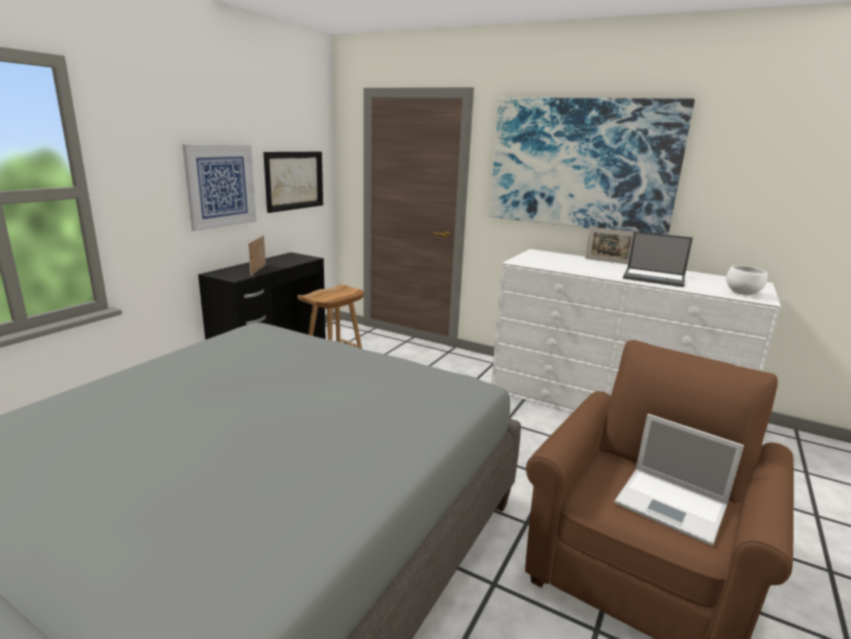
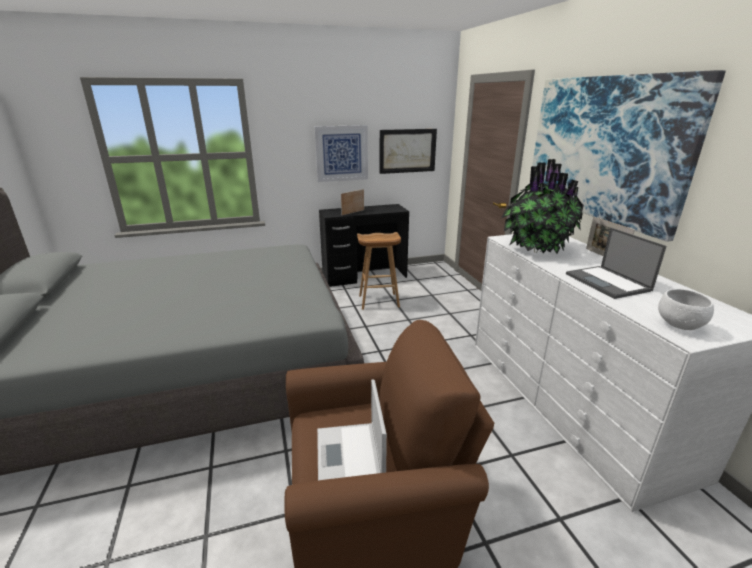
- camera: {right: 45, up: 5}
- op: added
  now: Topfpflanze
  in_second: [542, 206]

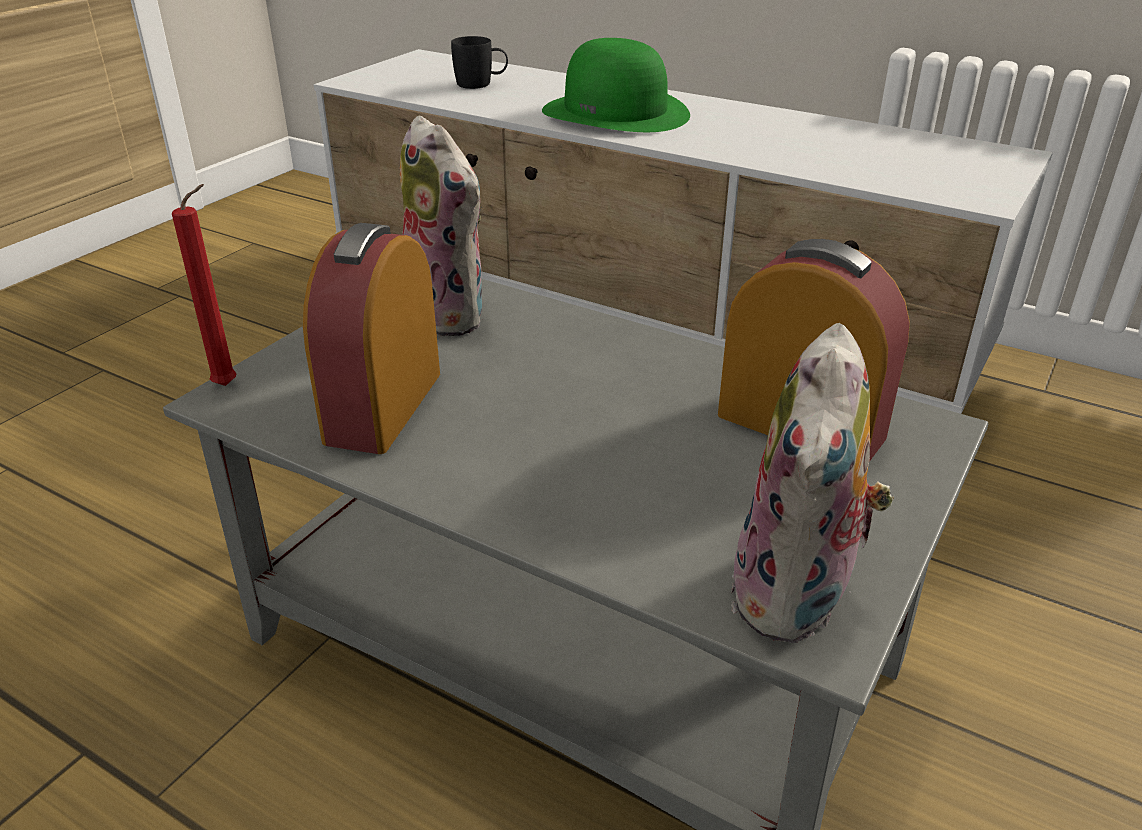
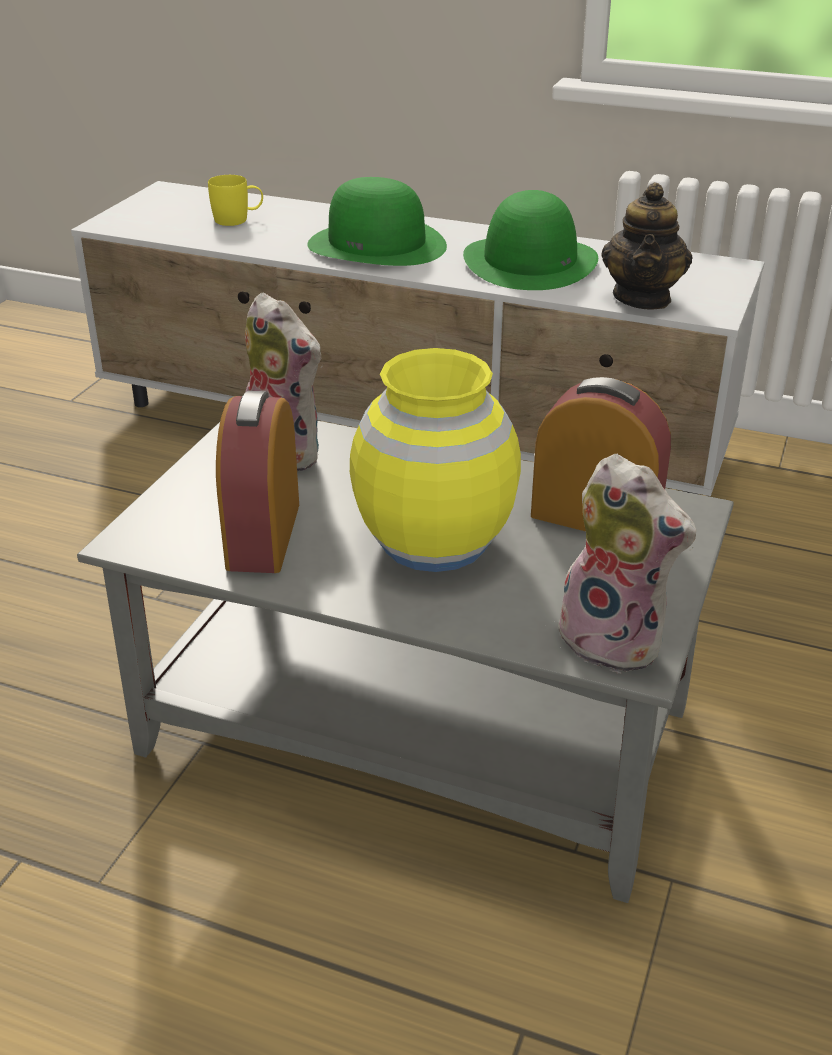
- camera: {right: -10, up: 0}
- op: recoloured
  was: Henkelbecher [schwarz]
  now: Henkelbecher [gelb]
  in_first: [479, 62]
  in_second: [235, 200]
- op: added
  now: Vase [gelb]
  in_second: [435, 460]
- op: added
  now: Hut [grün]
  in_second: [530, 240]
- op: turned
  was: Plüschtier
  in_first: [812, 483]
  in_second: [625, 563]
  clockwise: -60
- op: added
  now: Teekanne
  in_second: [647, 246]
- op: removed
  was: Kerze [rot]
  in_first: [204, 285]

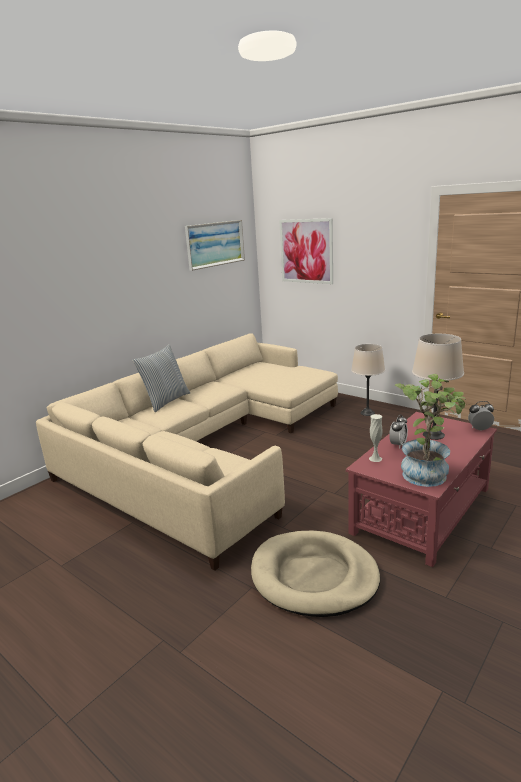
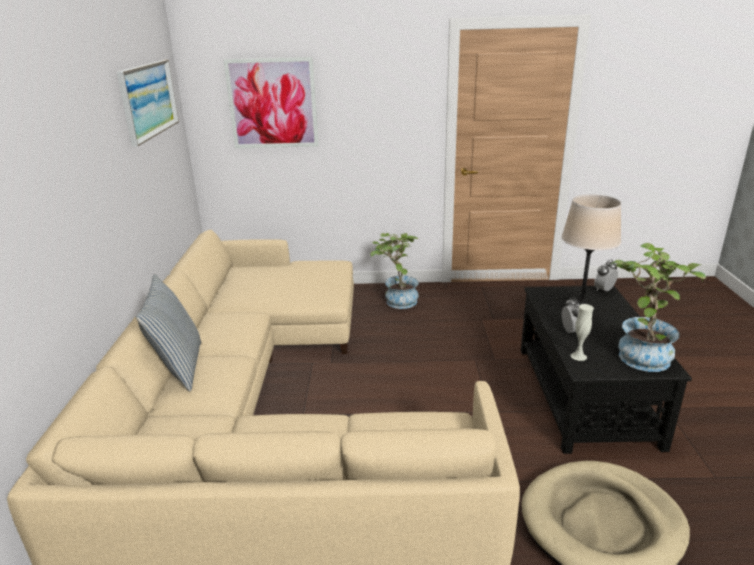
- camera: {right: -40, up: 5}
- op: replaced
  was: Tischlampe [beige]
  now: Topfpflanze
  in_first: [368, 380]
  in_second: [394, 271]
- op: recoloured
  was: Couchtisch [rot]
  now: Couchtisch [schwarz]
  in_first: [421, 489]
  in_second: [606, 370]

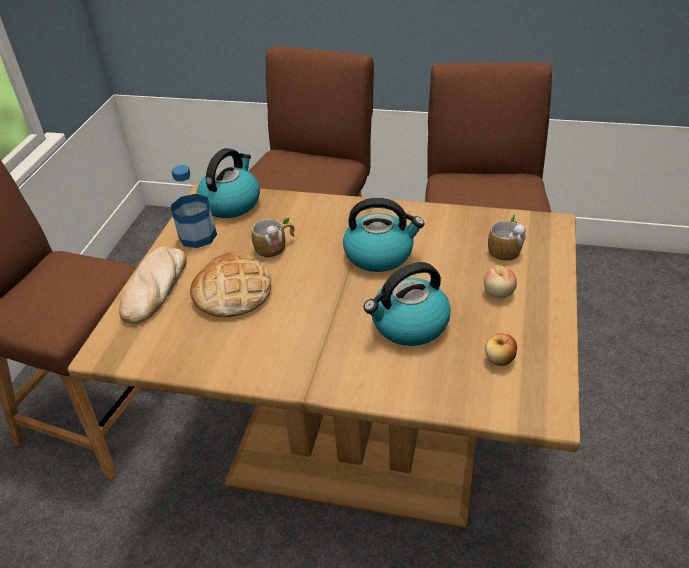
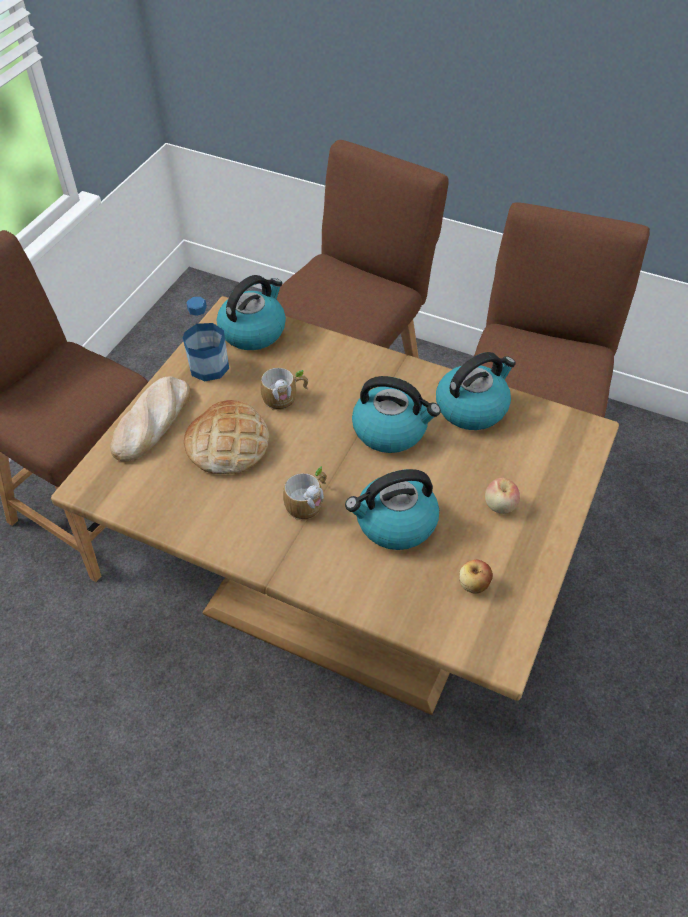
- camera: {right: 10, up: 10}
- op: moved
  was: Henkelbecher
  in_first: [507, 237]
  in_second: [305, 493]
- op: added
  now: Wasserkessel
  in_second: [476, 391]

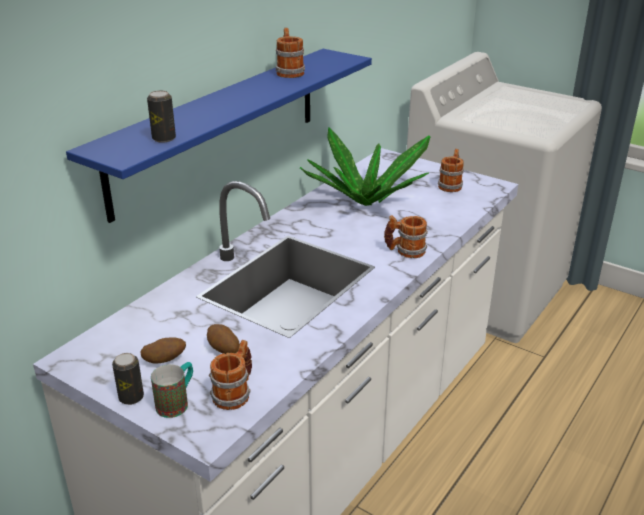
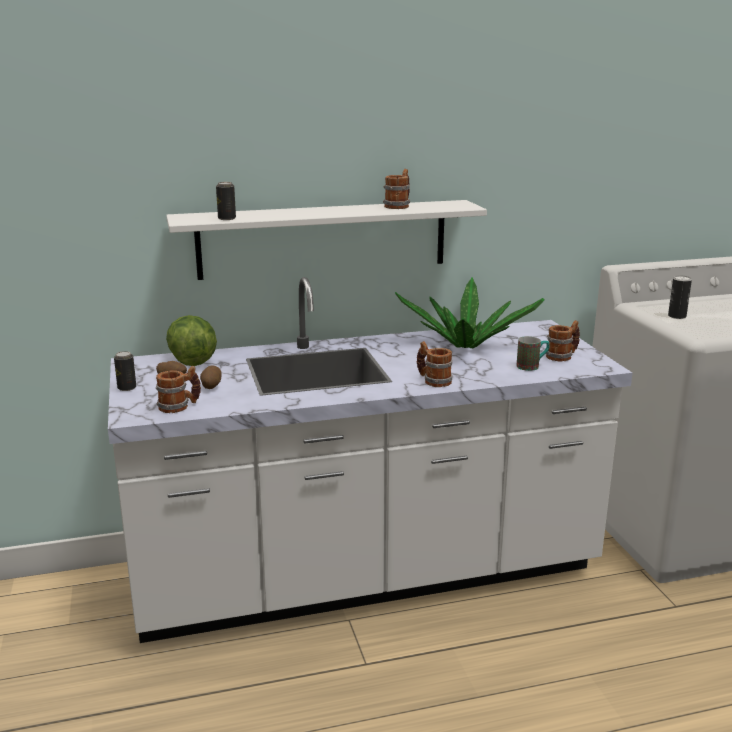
- camera: {right: 40, up: -10}
- op: recoloured
  was: Wandregal [blau]
  now: Wandregal [weiß]
  in_first: [219, 136]
  in_second: [326, 240]
- op: added
  now: Salatkopf
  in_second: [191, 340]
- op: moved
  was: Henkelbecher
  in_first: [172, 390]
  in_second: [532, 353]
- op: added
  now: Dose
  in_second: [680, 297]

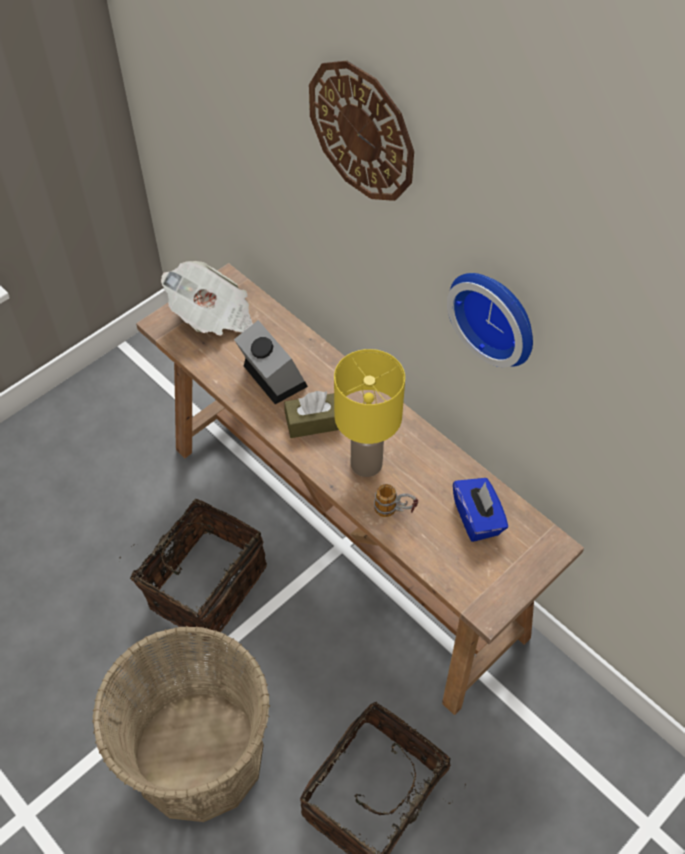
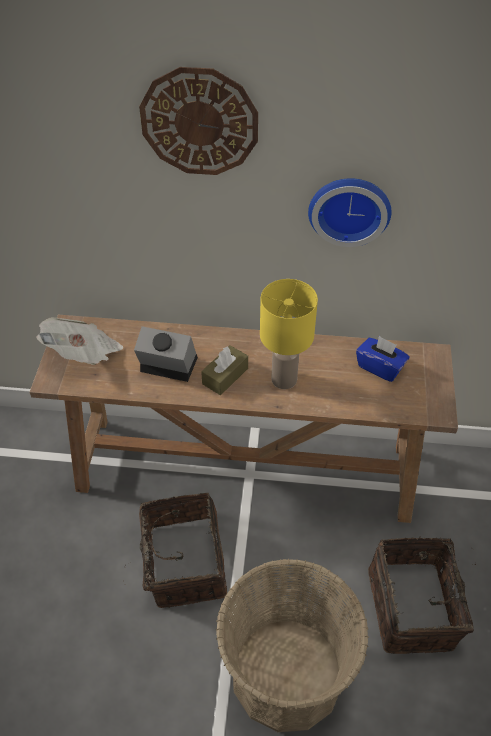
- camera: {right: -40, up: -5}
- op: removed
  was: Henkelbecher
  in_first: [396, 500]

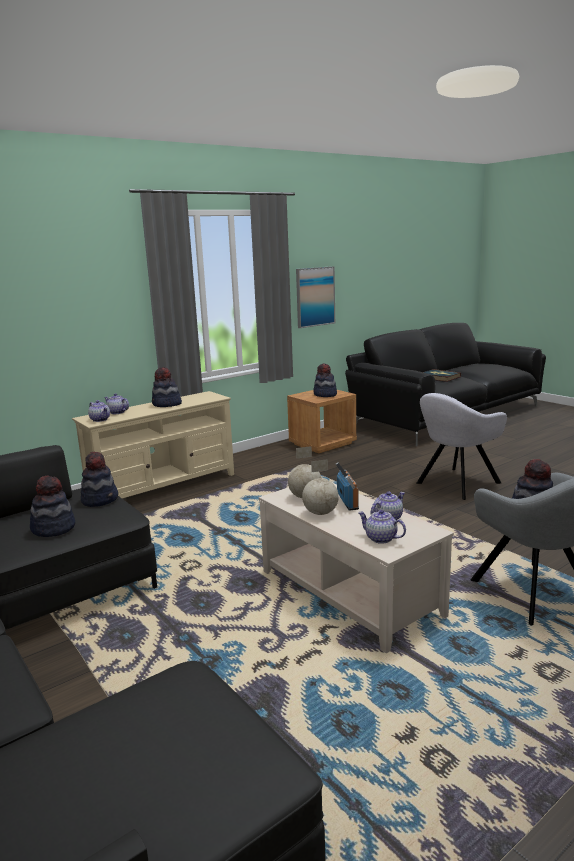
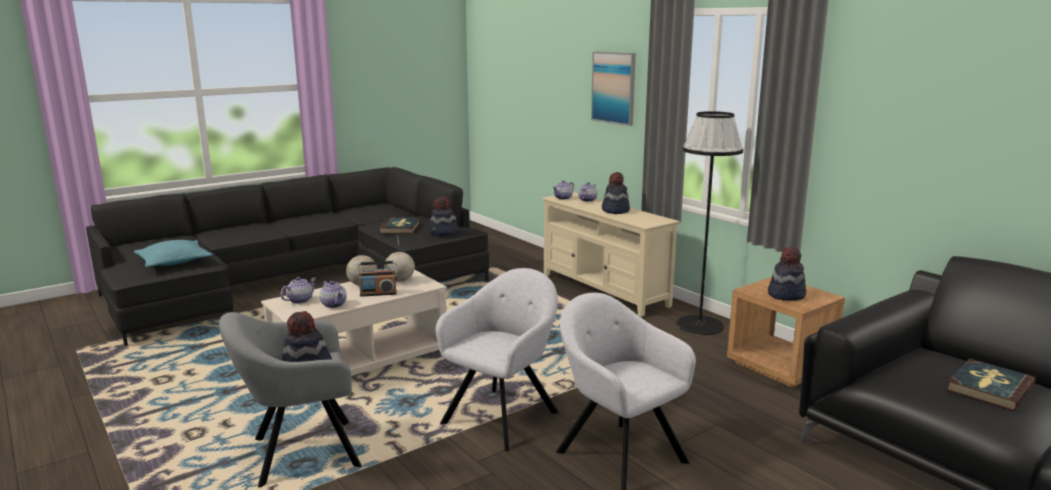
- camera: {right: 90, up: 0}
- op: added
  now: Kissen [türkis]
  in_second: [173, 253]
- op: replaced
  was: Hut
  now: Buch
  in_first: [52, 506]
  in_second: [399, 226]
- op: added
  now: Sessel [grau]
  in_second: [497, 359]
- op: moved
  was: Bild
  in_first: [315, 297]
  in_second: [613, 88]
- op: added
  now: Stehlampe [schwarz]
  in_second: [709, 223]

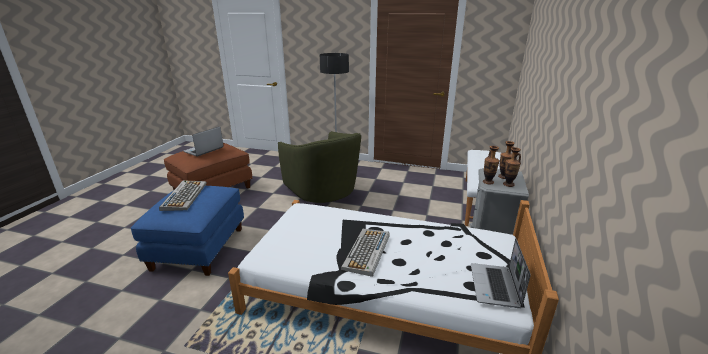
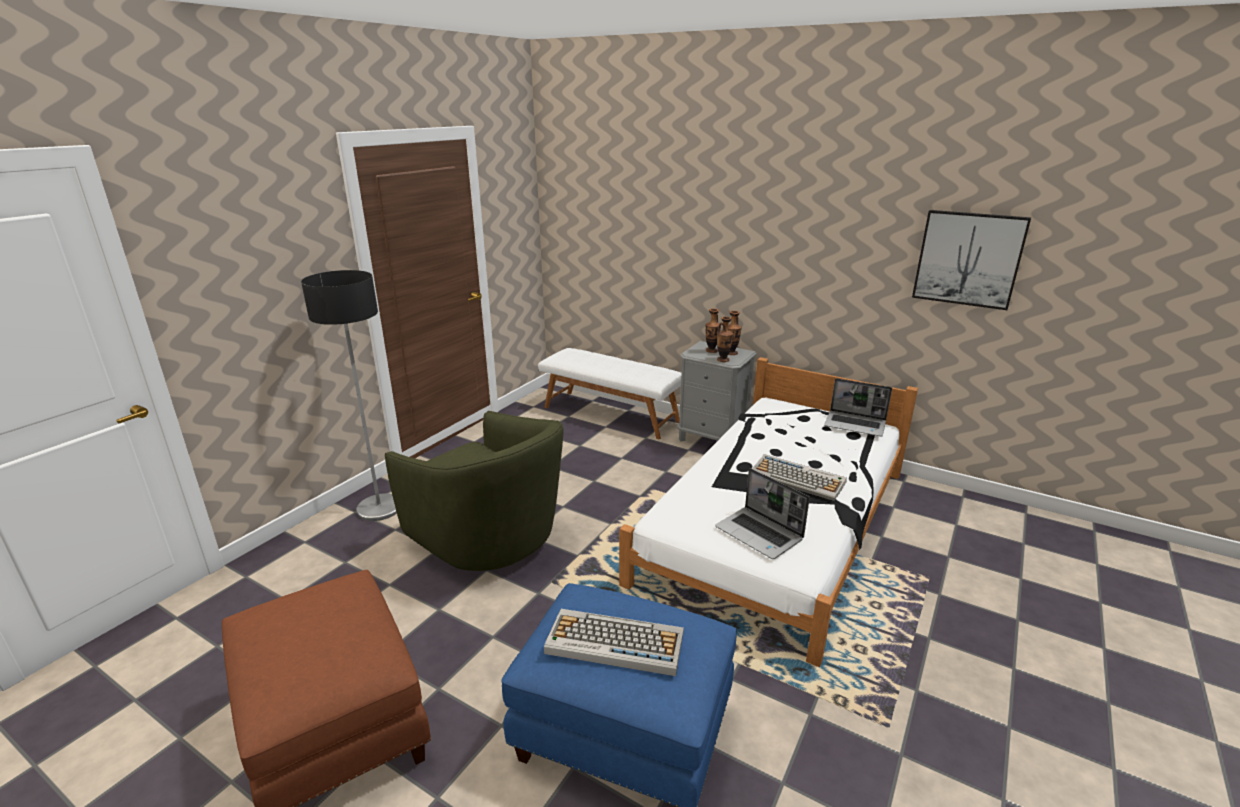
- camera: {right: -75, up: 0}
- op: turned
  was: Sessel [grün]
  in_first: [319, 167]
  in_second: [474, 491]
  clockwise: 60
- op: moved
  was: Laptop
  in_first: [203, 142]
  in_second: [762, 513]
- op: added
  now: Bild
  in_second: [971, 260]

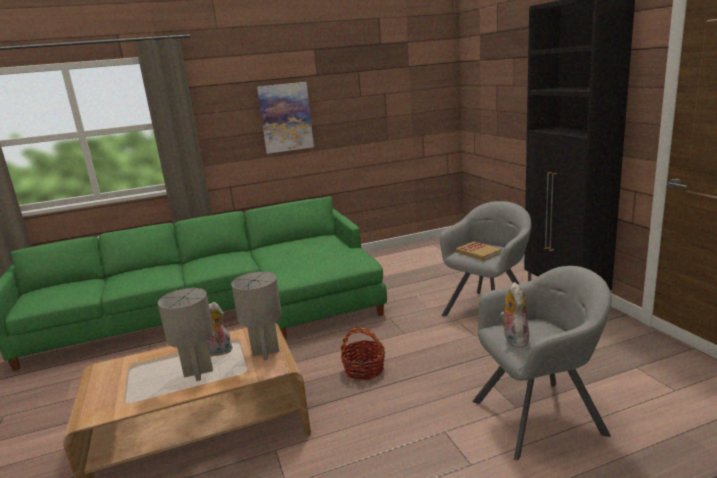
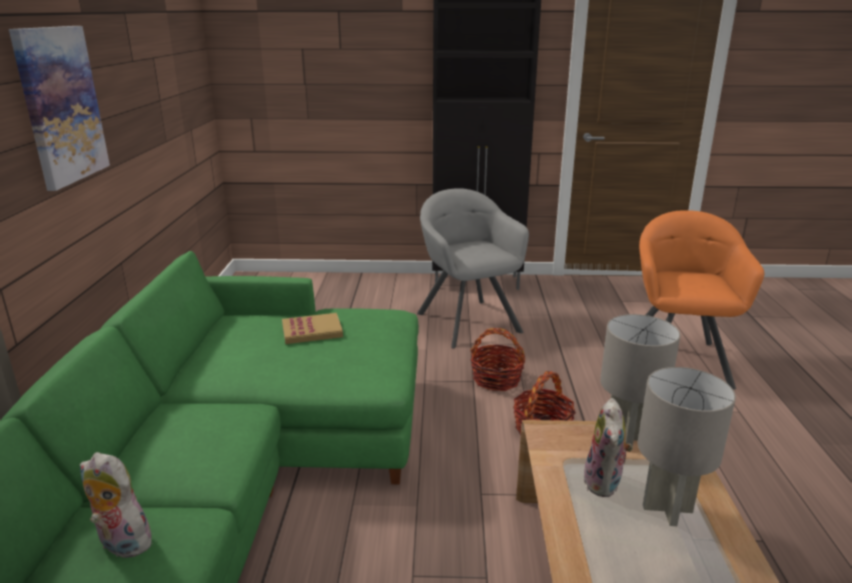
- camera: {right: -70, up: 5}
- op: moved
  was: Plüschtier
  in_first: [514, 315]
  in_second: [118, 505]
- op: moved
  was: Buch
  in_first: [479, 251]
  in_second: [312, 328]
- op: added
  now: Korb
  in_second: [497, 359]
- op: recoloured
  was: Sessel [grau]
  now: Sessel [orange]
  in_first: [542, 363]
  in_second: [701, 300]

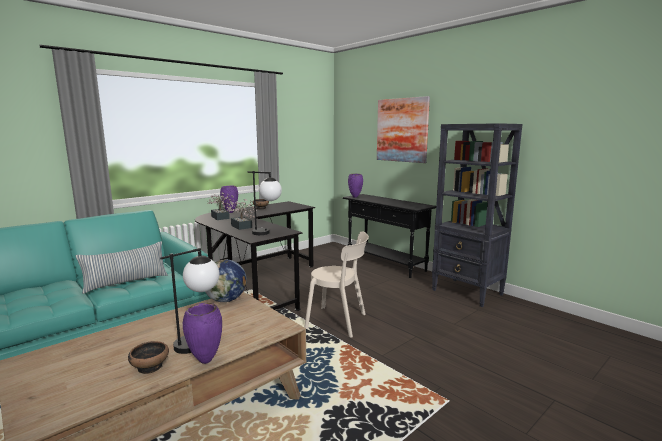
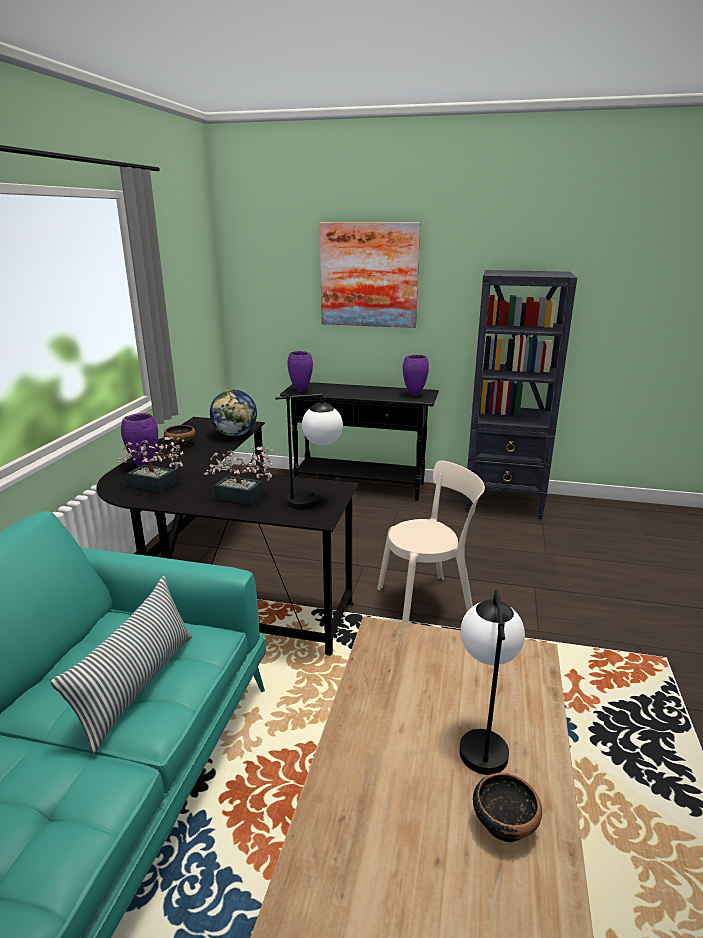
- camera: {right: -35, up: 10}
- op: moved
  was: Globus
  in_first: [226, 280]
  in_second: [233, 412]
- op: moved
  was: Vase [lila]
  in_first: [202, 333]
  in_second: [416, 375]

